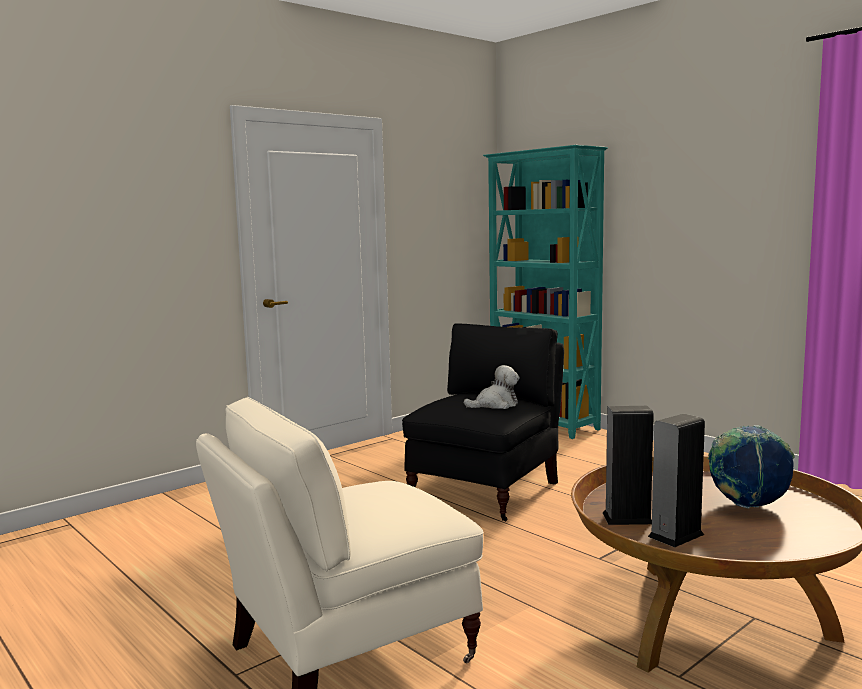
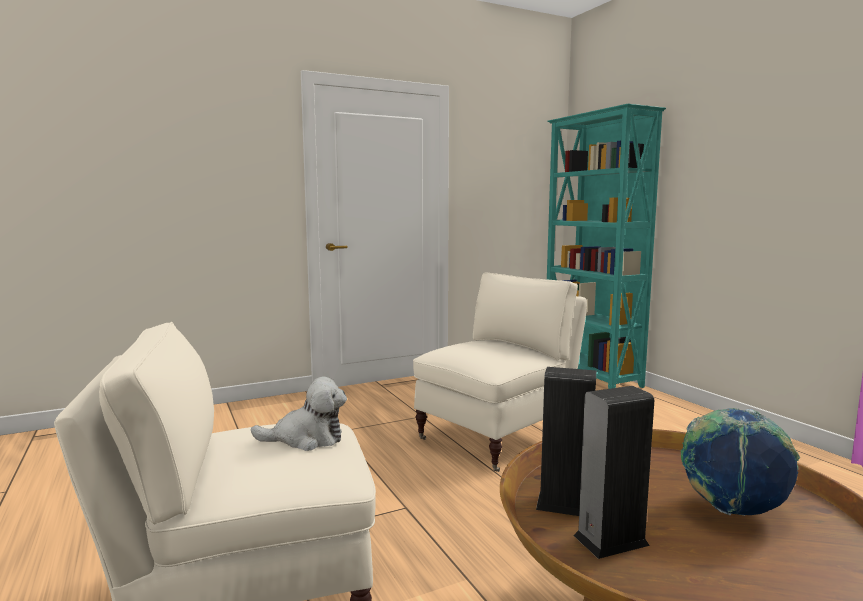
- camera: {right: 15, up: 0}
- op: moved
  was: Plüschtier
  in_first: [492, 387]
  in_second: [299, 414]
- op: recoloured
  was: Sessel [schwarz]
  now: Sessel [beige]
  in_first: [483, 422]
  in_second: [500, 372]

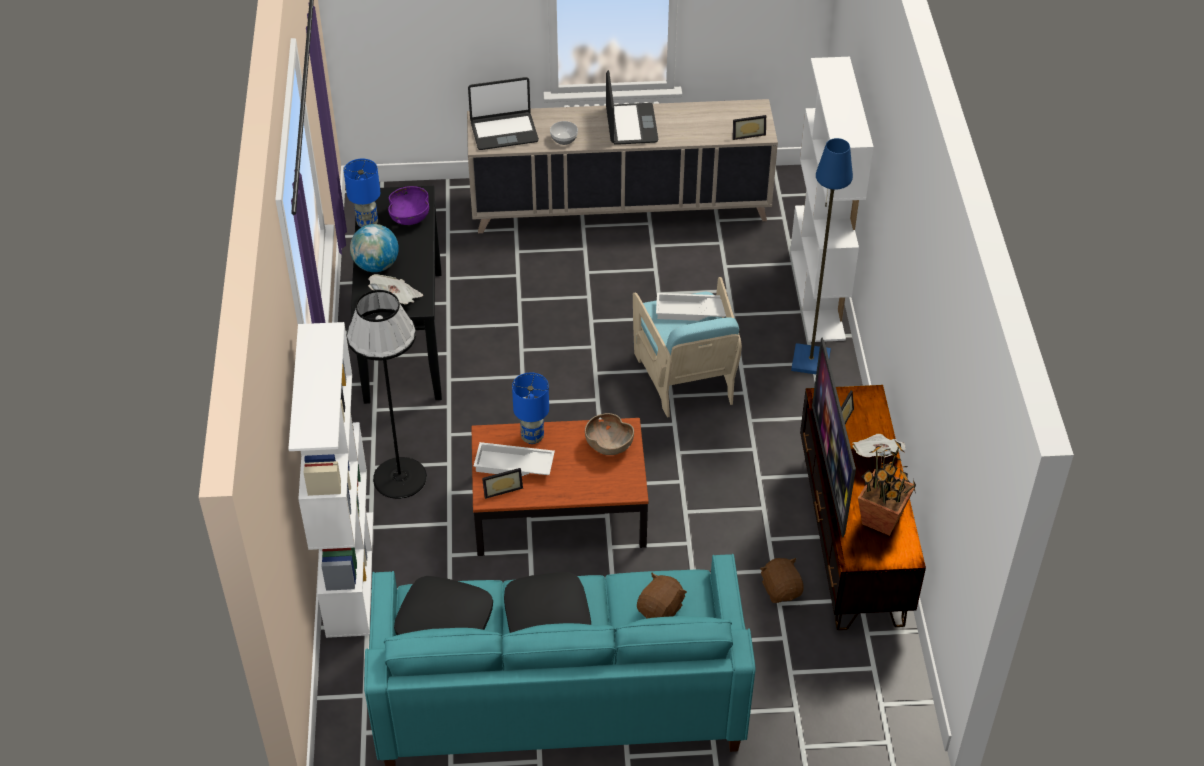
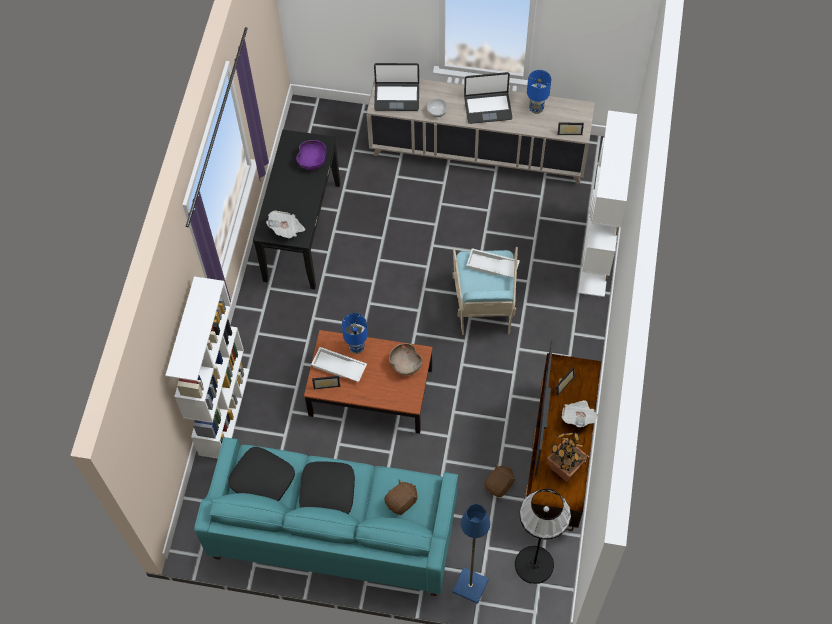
- camera: {right: 15, up: 15}
- op: moved
  was: Stehlampe [blau]
  in_first: [822, 256]
  in_second: [471, 554]
- op: turned
  was: Laptop
  in_first: [632, 107]
  in_second: [488, 98]
  clockwise: 75
- op: turned
  was: Plüschtier [braun]
  in_first: [782, 580]
  in_second: [500, 480]
  clockwise: 45
- op: moved
  was: Stehlampe [schwarz]
  in_first: [387, 394]
  in_second: [543, 536]
- op: moved
  was: Tischlampe [blau]
  in_first: [362, 192]
  in_second: [539, 92]
- op: removed
  was: Globus
  in_first: [374, 248]

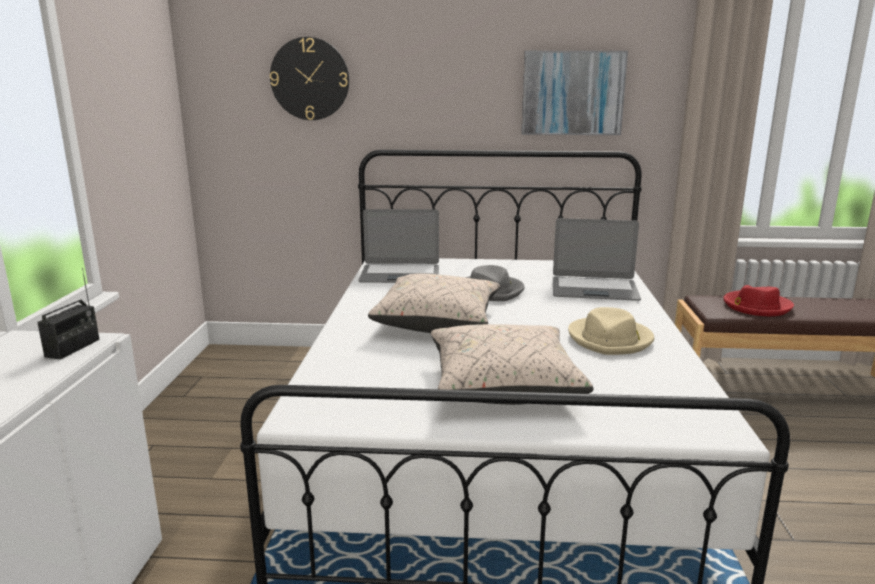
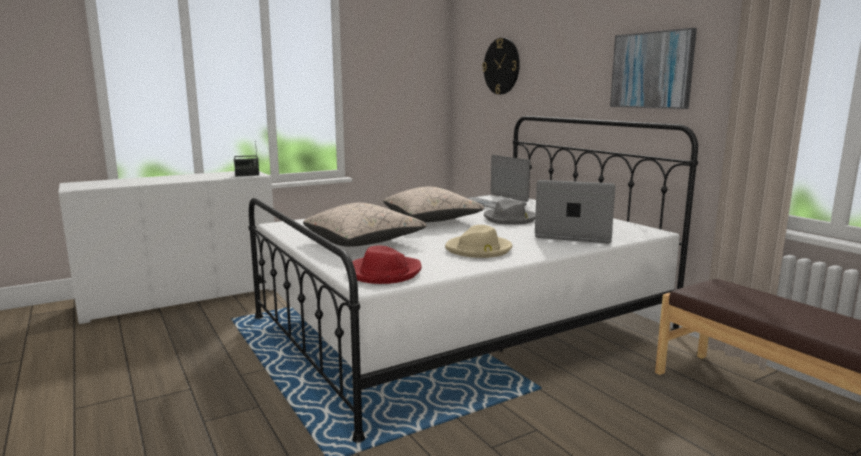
- camera: {right: 55, up: -5}
- op: moved
  was: Hut [rot]
  in_first: [758, 300]
  in_second: [387, 265]
- op: turned
  was: Laptop
  in_first: [597, 259]
  in_second: [575, 211]
  clockwise: 135

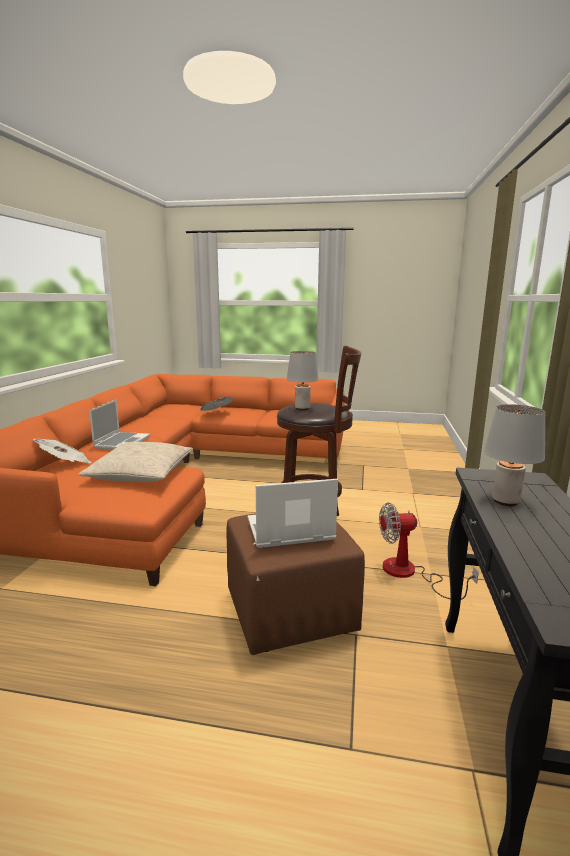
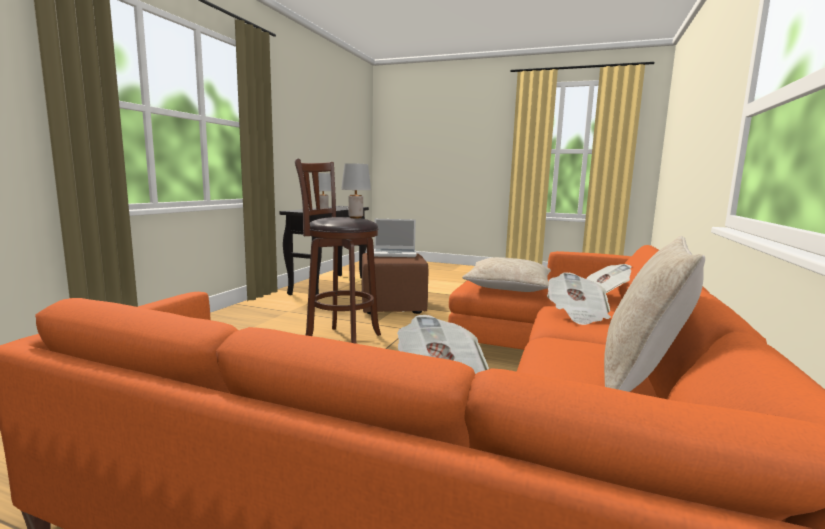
- camera: {right: -170, up: -5}
- op: replaced
  was: Laptop
  now: Zeitung
  in_first: [119, 424]
  in_second: [579, 298]
- op: added
  now: Kissen [beige]
  in_second: [654, 314]
- op: removed
  was: Ventilator
  in_first: [429, 551]

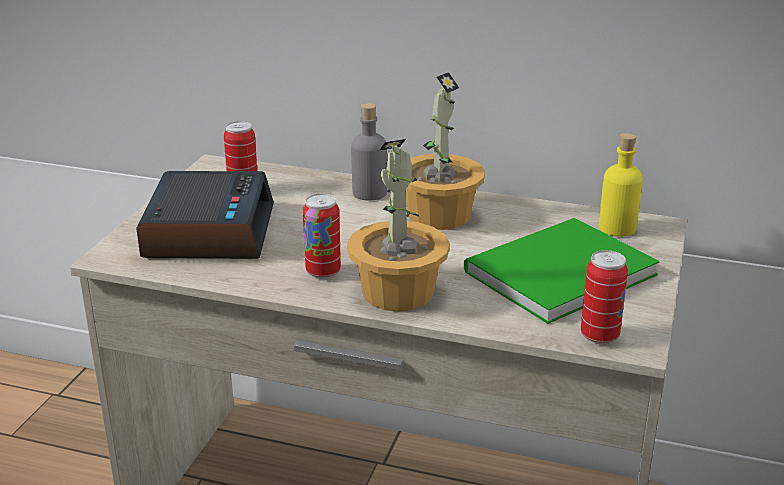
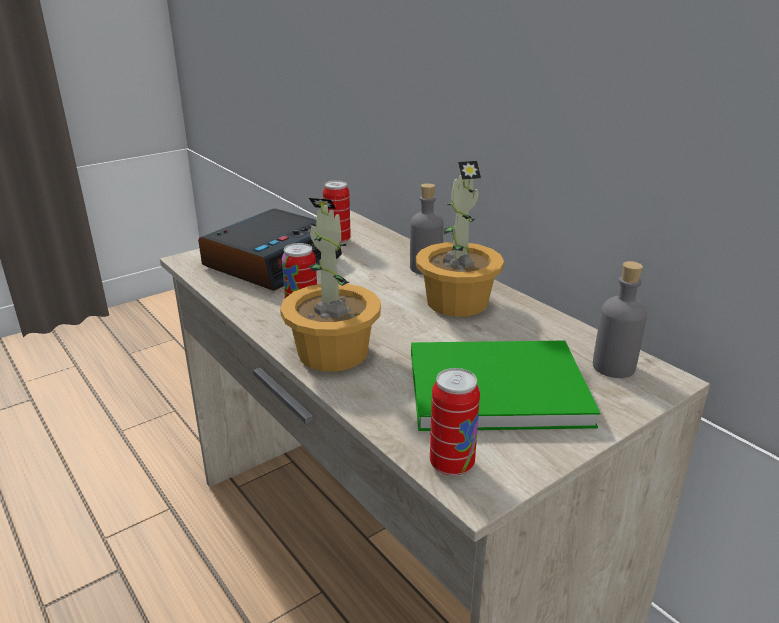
- camera: {right: 35, up: 0}
- op: recoloured
  was: Flasche [gelb]
  now: Flasche [grau]
  in_first: [621, 185]
  in_second: [620, 319]

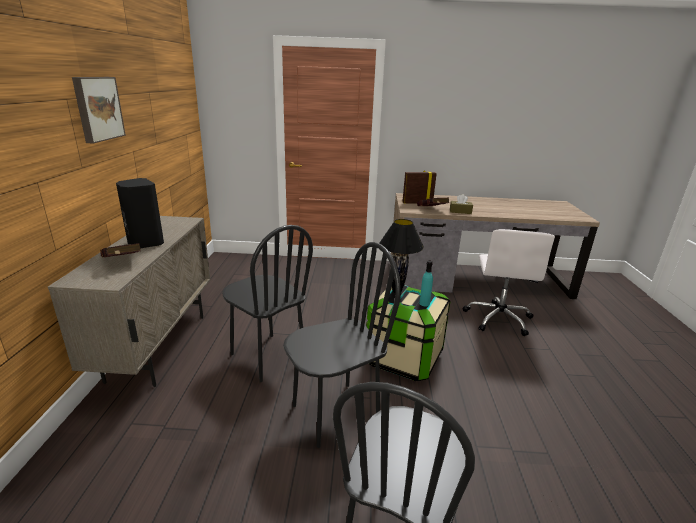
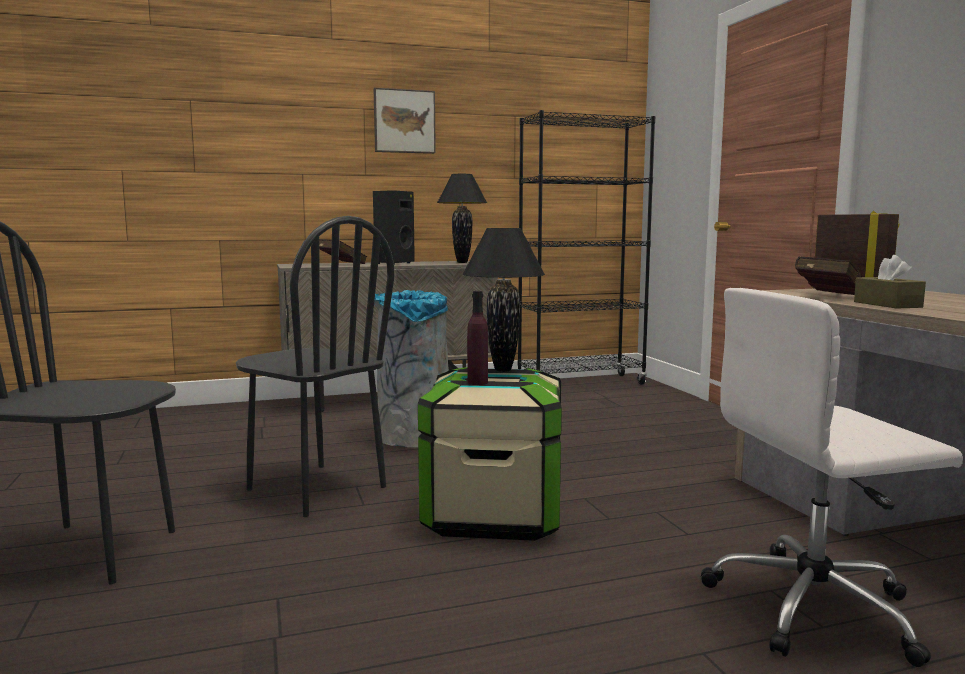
- camera: {right: 70, up: -15}
- op: replaced
  was: Stuhl [schwarz]
  now: Mülleimer [grau]
  in_first: [267, 303]
  in_second: [411, 368]
- op: added
  now: Tischlampe [schwarz]
  in_second: [462, 218]
- op: recoloured
  was: Flasche [türkis]
  now: Flasche [lila]
  in_first: [426, 283]
  in_second: [477, 338]
- op: added
  now: Bücherregal [schwarz]
  in_second: [586, 247]

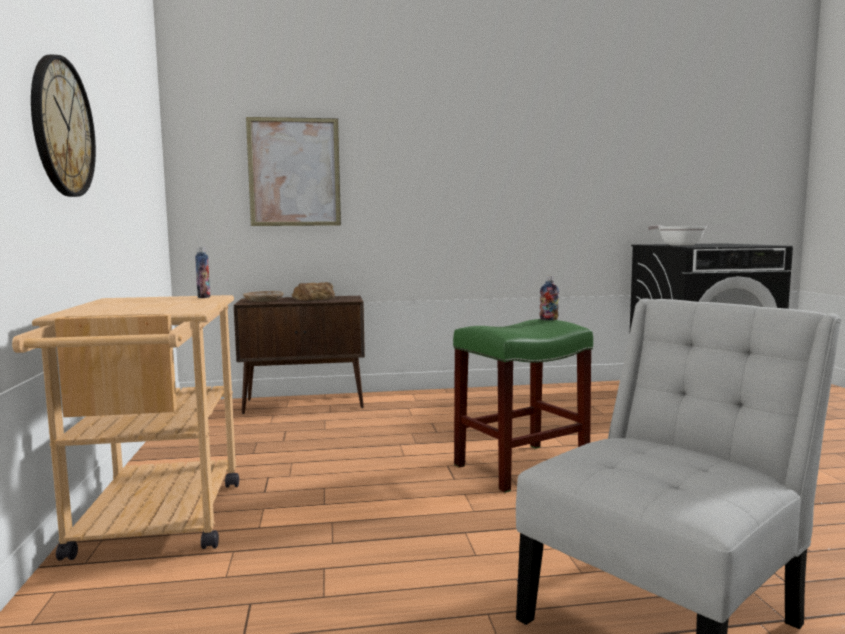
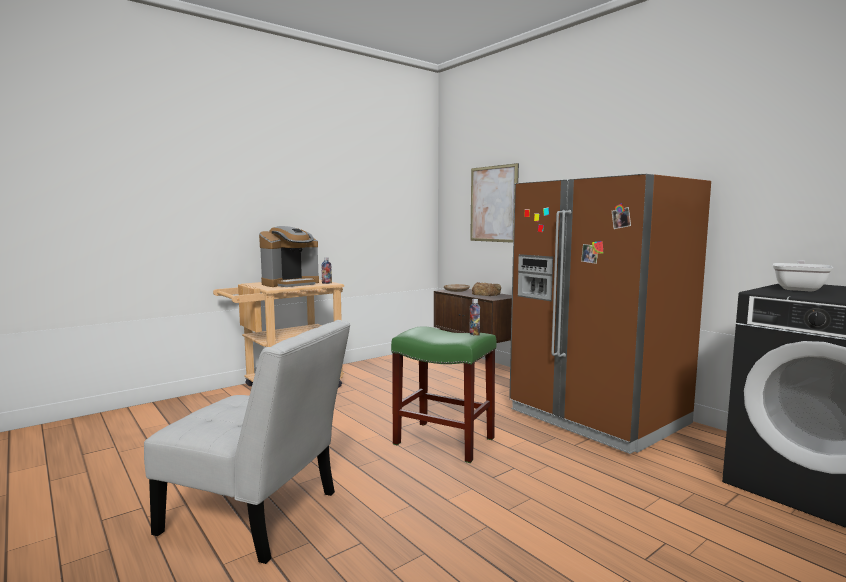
- camera: {right: 60, up: 0}
- op: added
  now: Kaffeemaschine
  in_second: [289, 256]
- op: added
  now: Kühlschrank [braun]
  in_second: [610, 314]
- op: removed
  was: Wanduhr
  in_first: [63, 126]

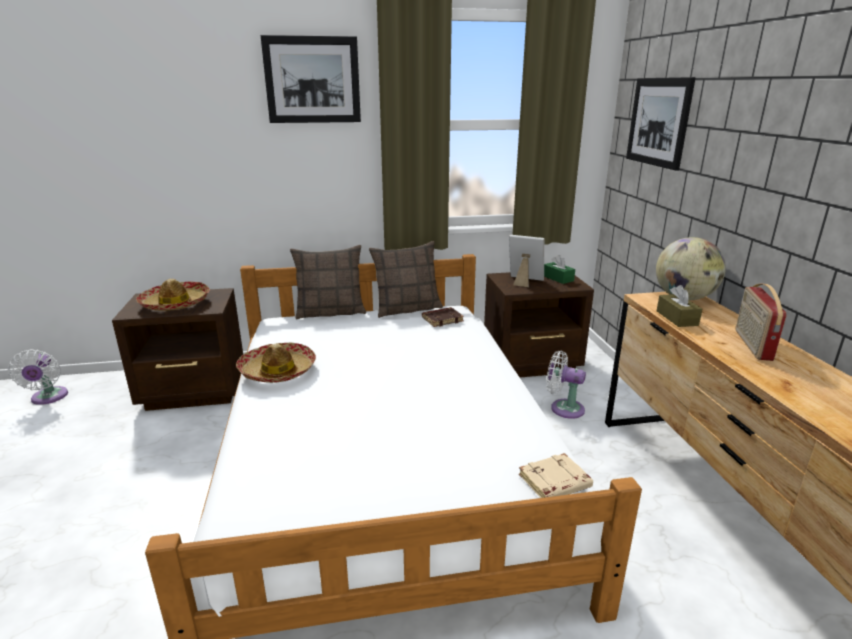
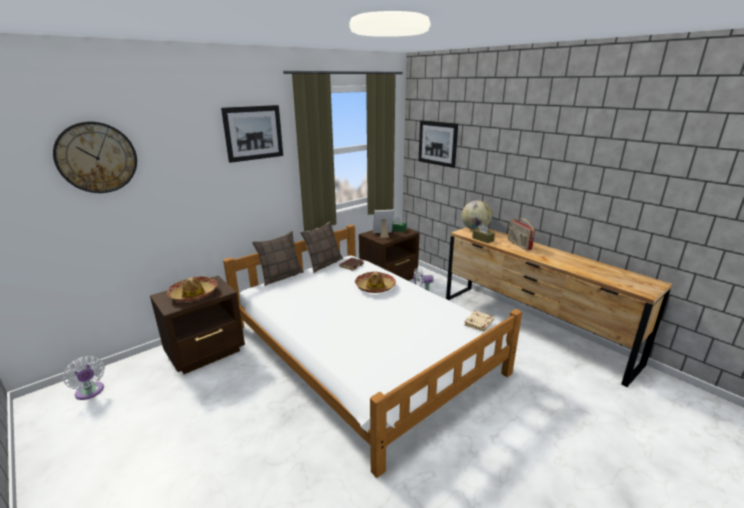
- camera: {right: -30, up: 0}
- op: added
  now: Wanduhr
  in_second: [95, 157]
- op: moved
  was: Hut
  in_first: [276, 362]
  in_second: [375, 282]

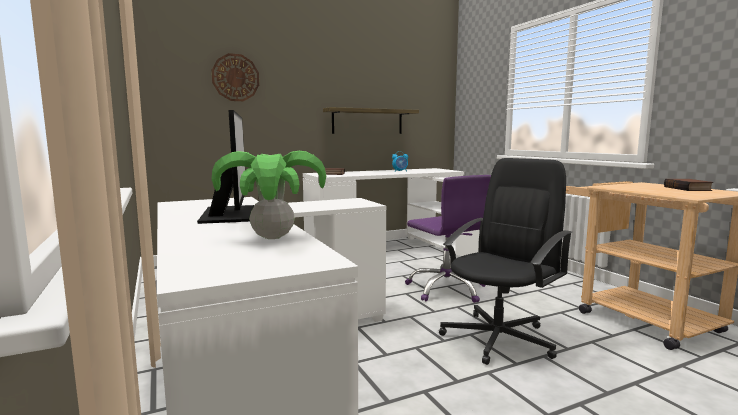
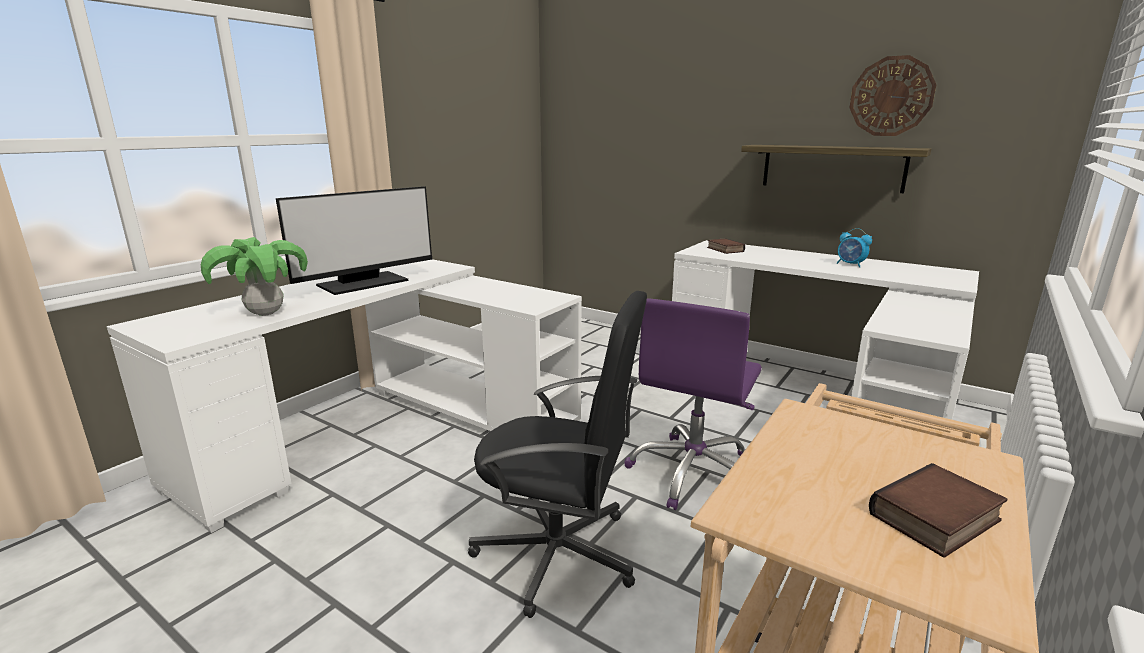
- camera: {right: 60, up: 10}
- op: moved
  was: Wanduhr
  in_first: [235, 77]
  in_second: [892, 95]

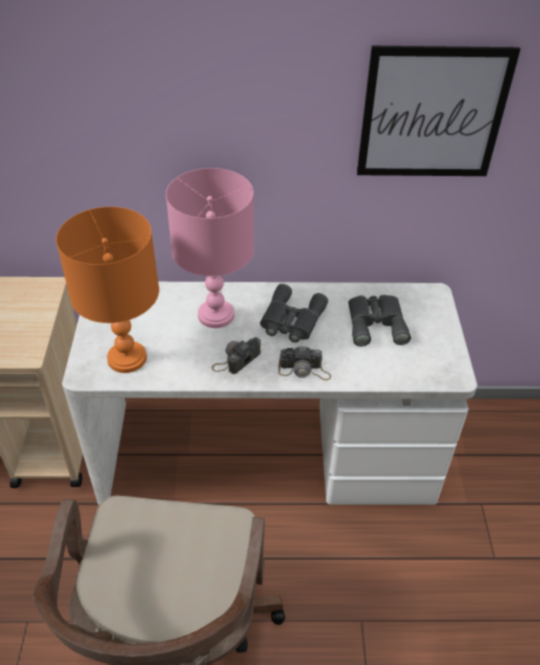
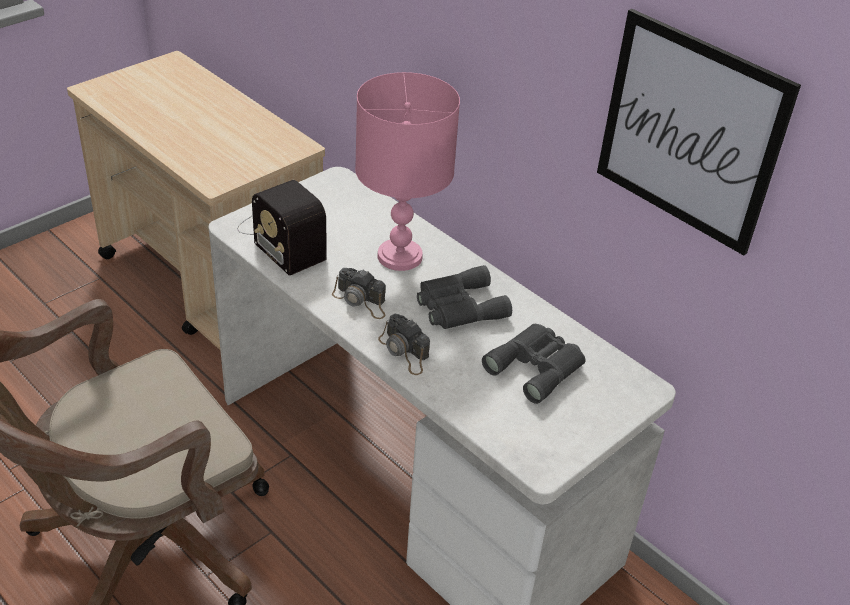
- camera: {right: 45, up: -5}
- op: replaced
  was: Tischlampe [orange]
  now: Radio
  in_first: [107, 290]
  in_second: [282, 228]
- op: turned
  was: Kamera
  in_first: [236, 355]
  in_second: [358, 293]
  clockwise: -150

